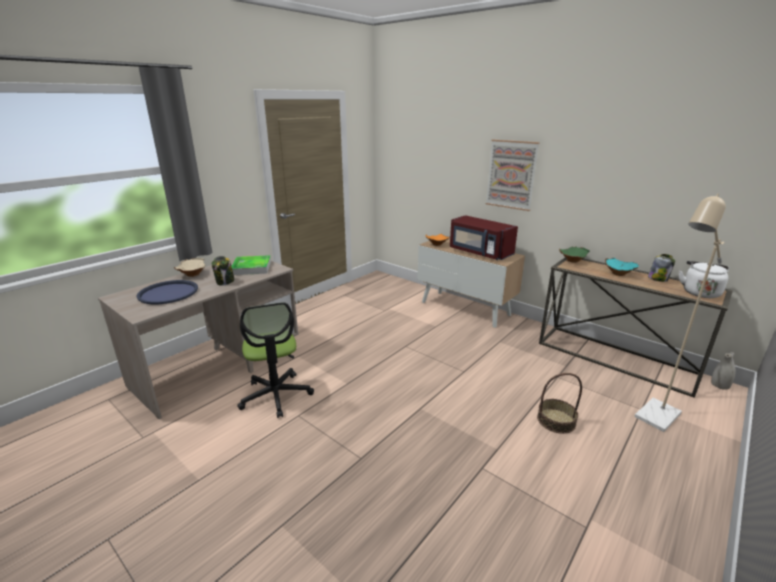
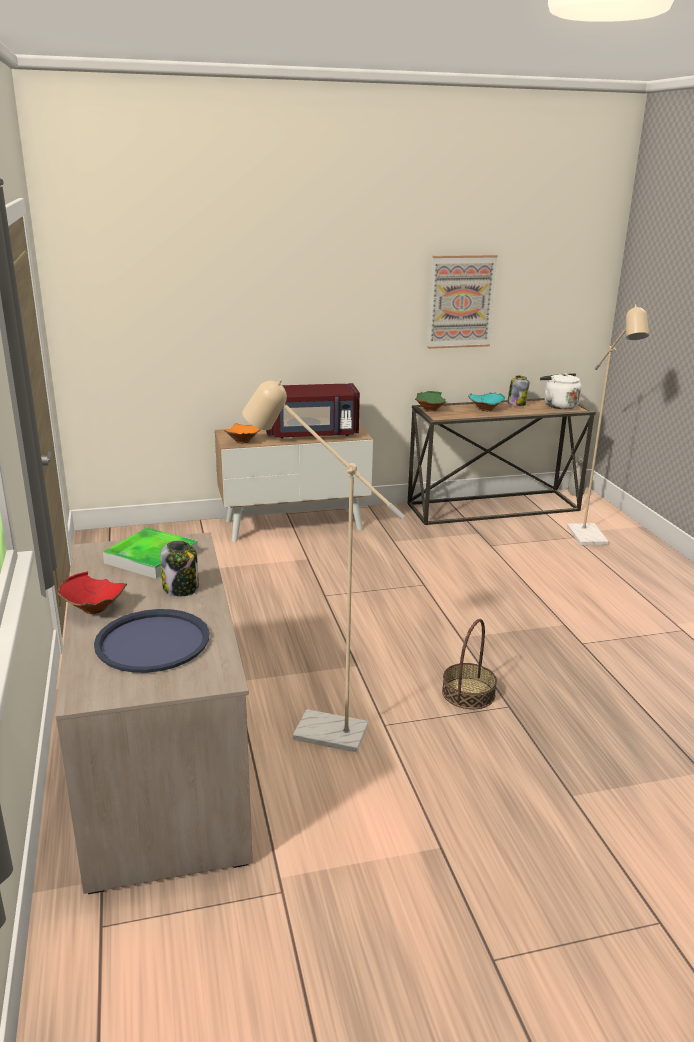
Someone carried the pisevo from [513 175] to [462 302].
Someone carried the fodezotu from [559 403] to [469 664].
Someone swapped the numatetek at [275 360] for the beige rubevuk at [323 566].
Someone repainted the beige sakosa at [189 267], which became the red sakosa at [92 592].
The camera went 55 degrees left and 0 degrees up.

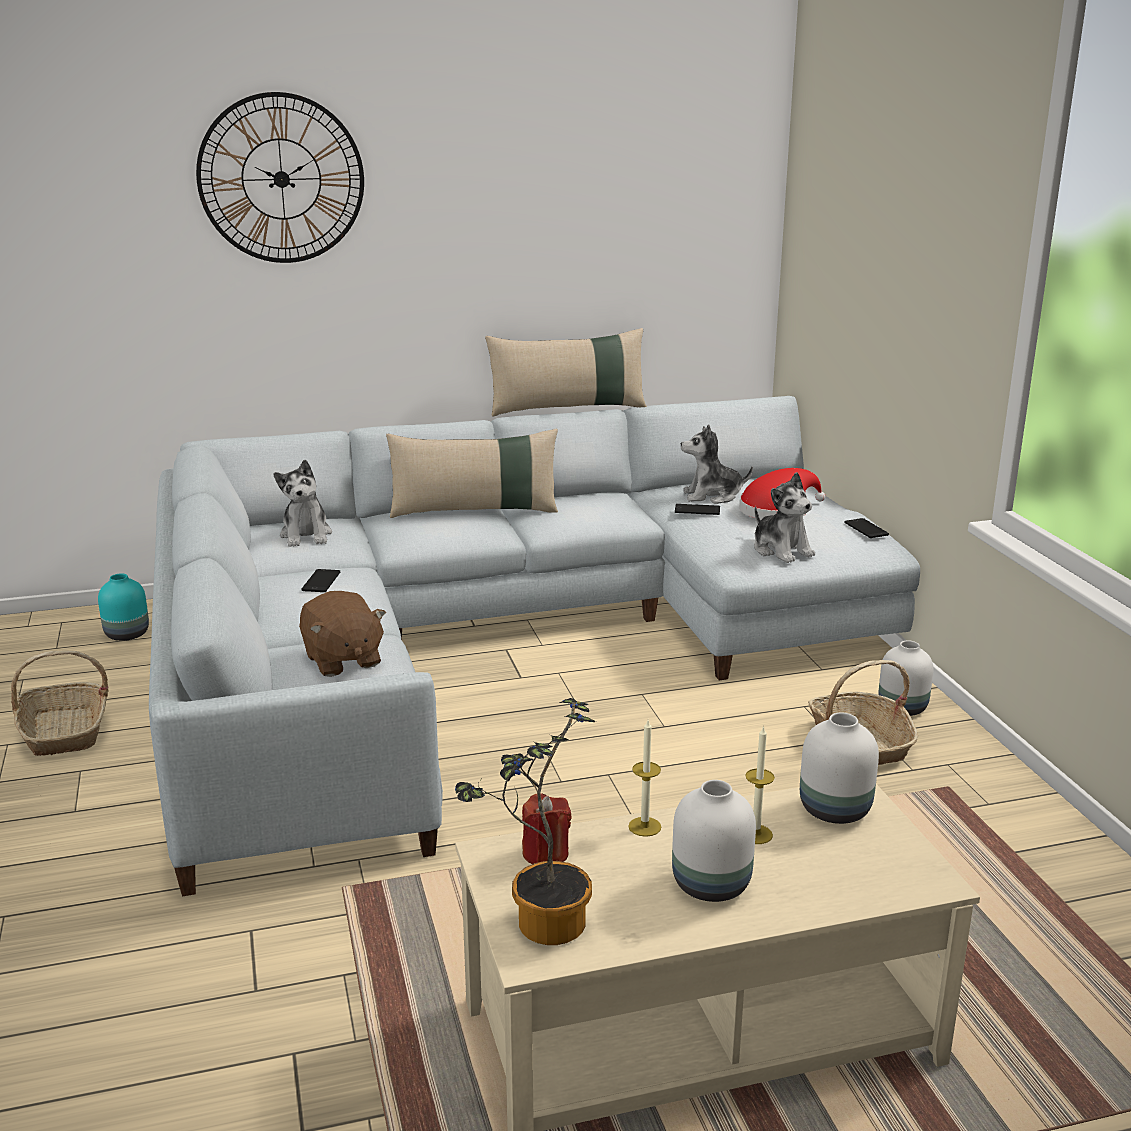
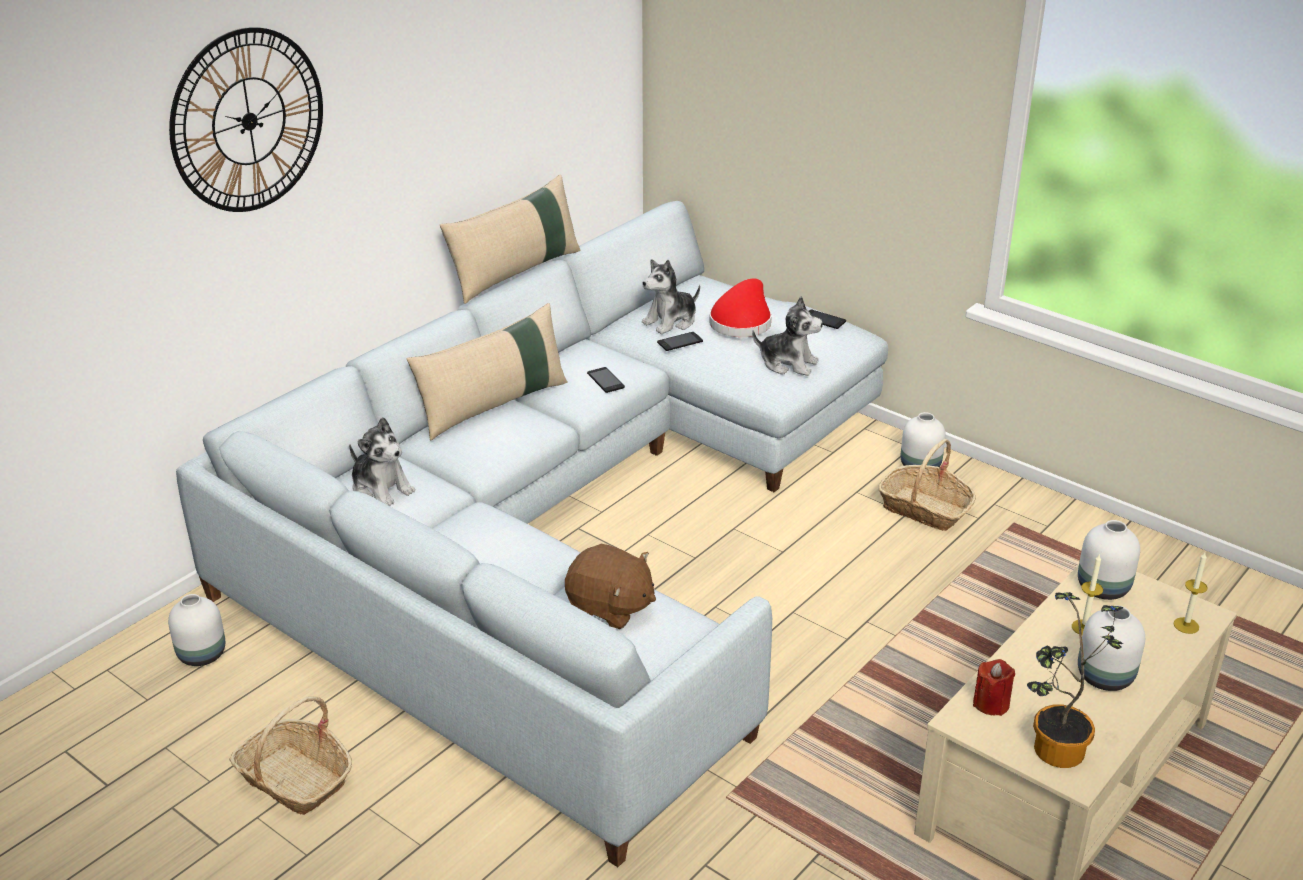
Someone carried the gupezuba from [321 580] to [606 380].
Someone carried the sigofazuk from [644 778] to [1191 593].
Someone repainted the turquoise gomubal at [123 607], which became the white gomubal at [196 630].
The camera went 35 degrees left and 10 degrees up.

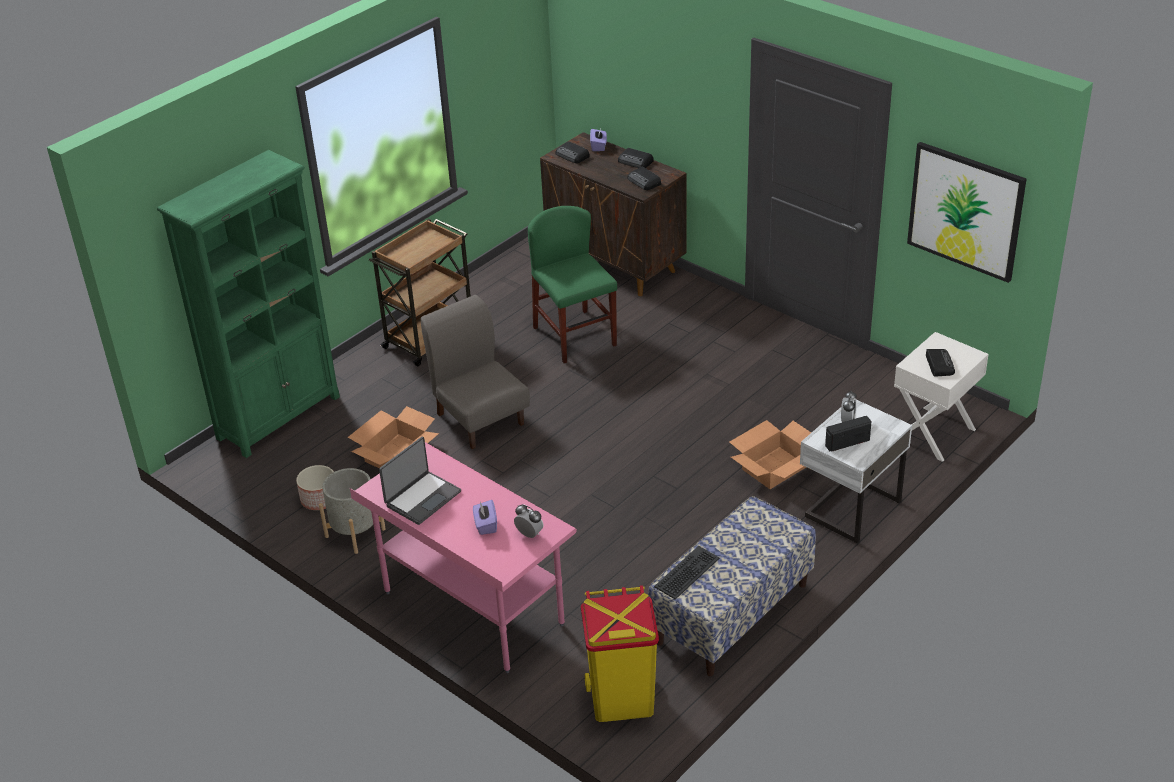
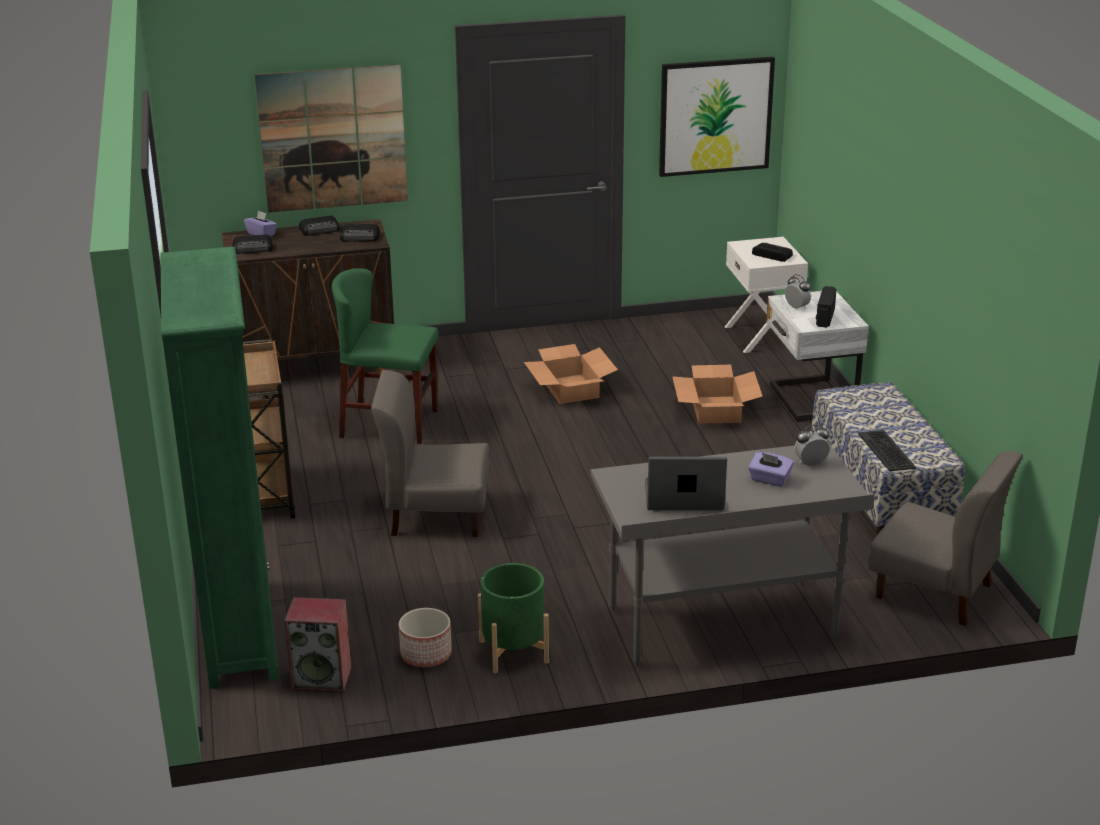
Someone put up the pisevo at [331 139].
Someone put down the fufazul at [317 645].
Someone carried the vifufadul from [393 437] to [571 374].
Someone swapped the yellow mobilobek at [620 653] for the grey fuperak at [945 538].
Someone repainted the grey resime at [352 511], which became the green resime at [513 618].
Someone repainted the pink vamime at [463 557], which became the grey vamime at [732 554].
Someone rotated the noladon at [420 481] by 75 degrees counterclockwise.
The camera went 55 degrees left and 10 degrees down.

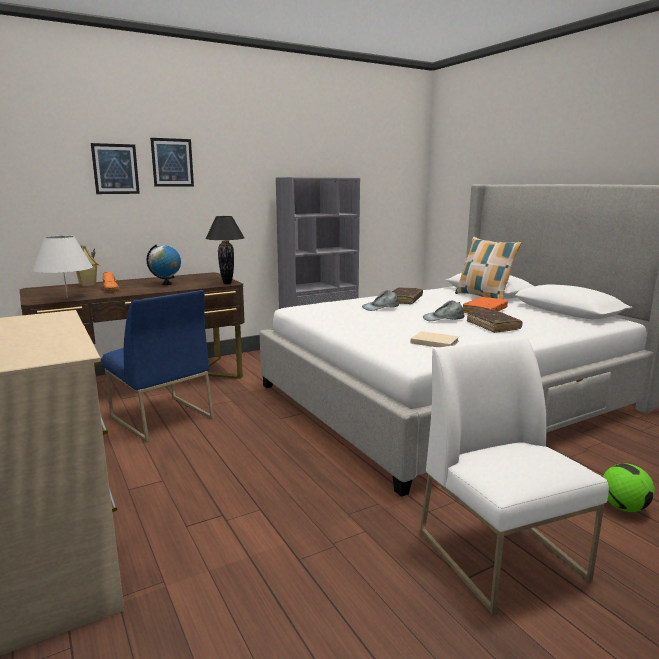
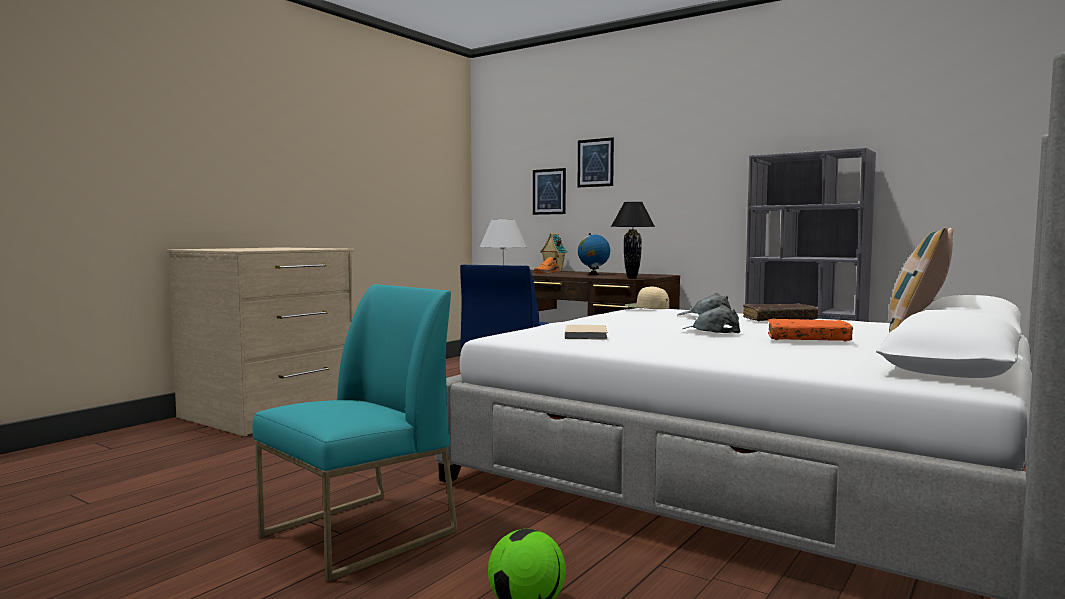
Someone took away the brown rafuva at [495 321].
Someone put down the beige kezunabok at [647 297].
Someone carried the pisevo from [172 162] to [549 191].
Someone repainted the white fuperak at [514 476], which became the turquoise fuperak at [355 433].
The camera went 65 degrees right and 10 degrees down.

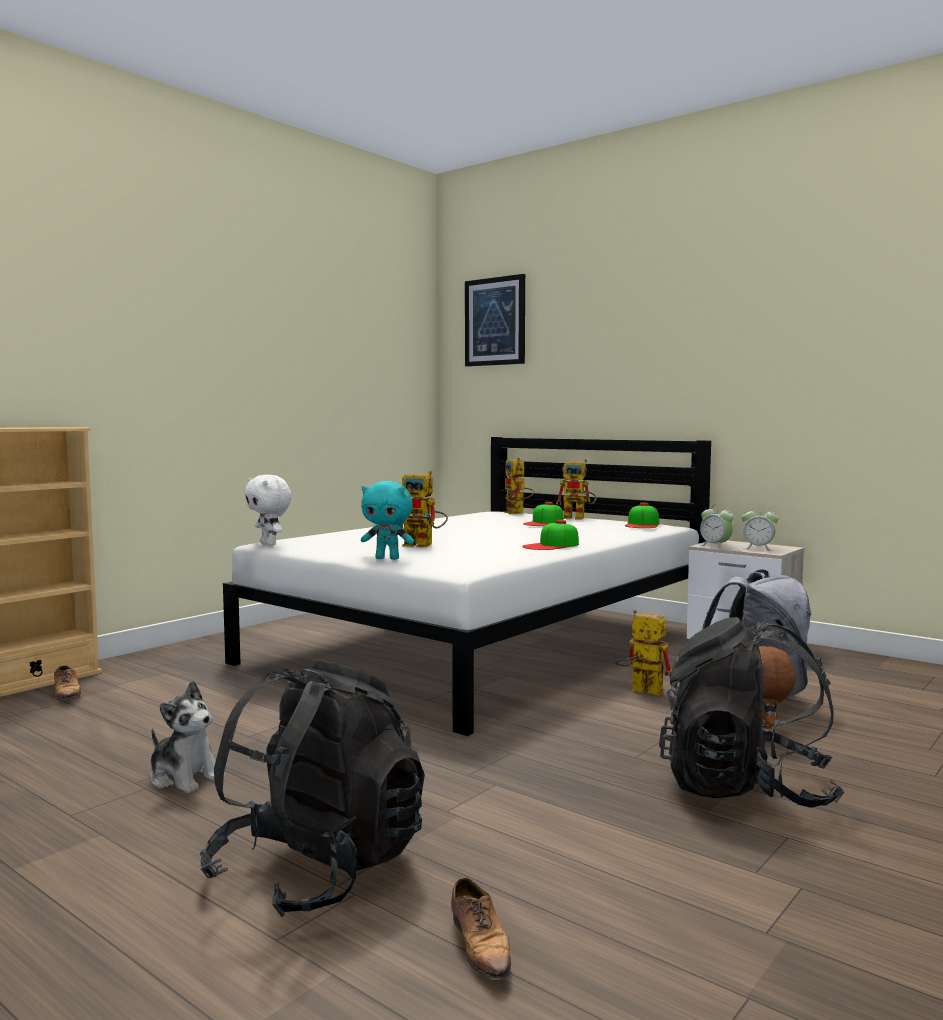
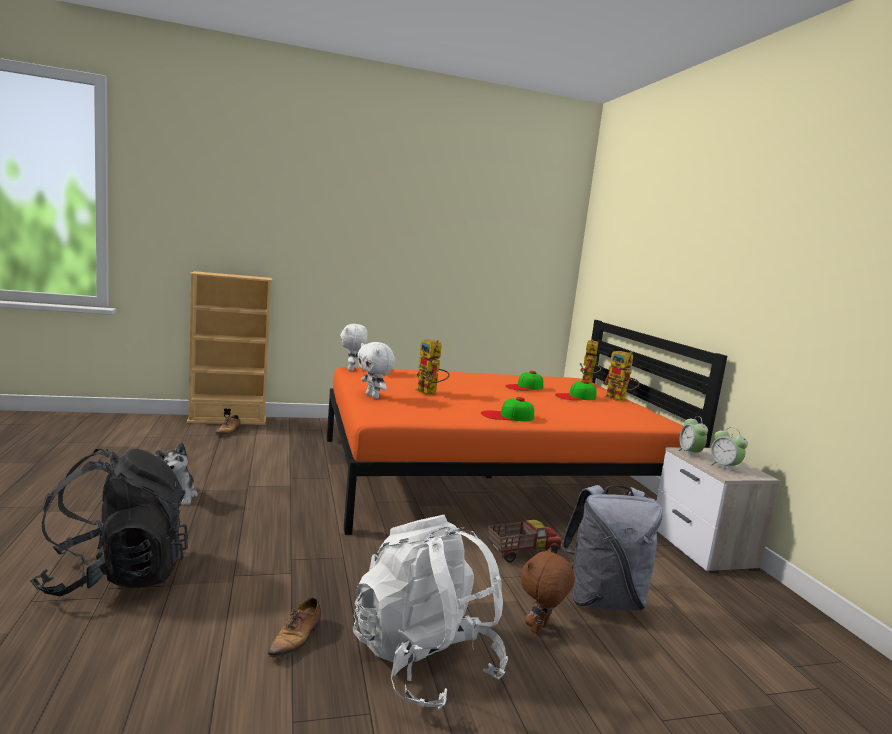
Someone took away the pisevo at [495 320].
Someone carried the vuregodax from [481 931] to [294 627].
Someone carried the kezunabok from [642 515] to [524 381].
Someone swapped the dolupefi at [643 653] for the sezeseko at [525 541].
Someone repainted the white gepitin at [467 586], which became the orange gepitin at [527 427].
Someone repainted the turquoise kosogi at [387 520], which became the white kosogi at [376 370].
Someone repainted the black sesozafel at [751 712], which became the white sesozafel at [430 612].
The camera went 35 degrees right and 5 degrees up.

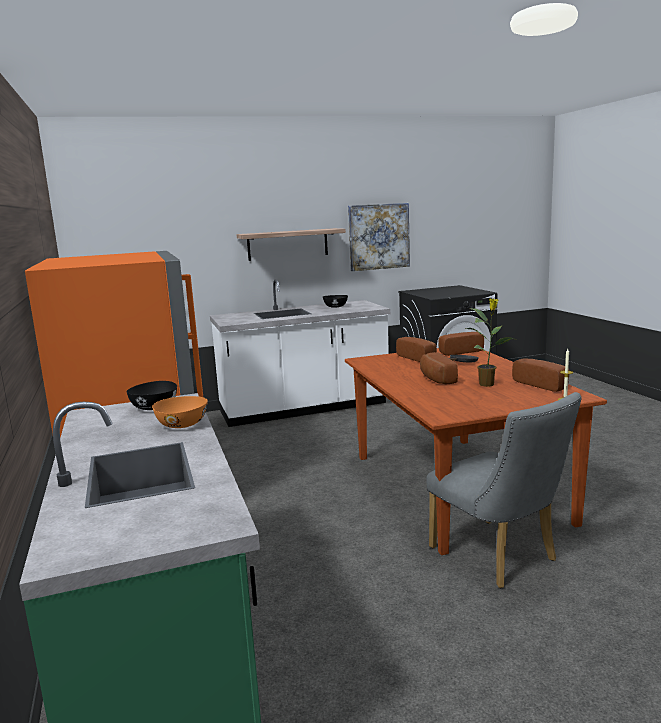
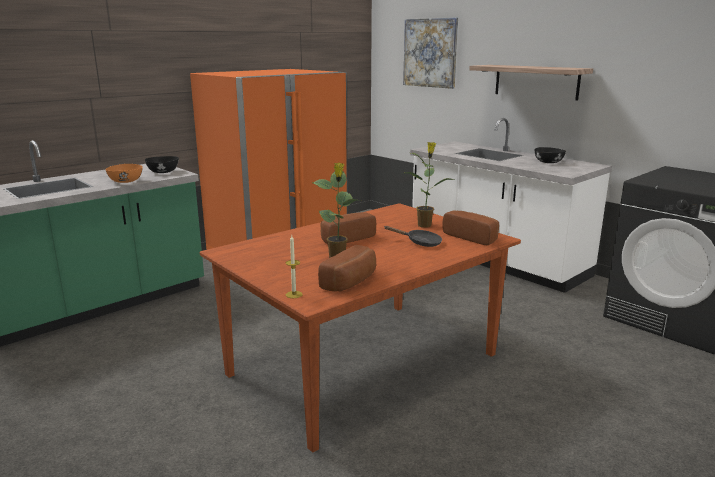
Someone took away the grey fuperak at [504 490].
Someone carried the pisevo from [379 237] to [430 53].
Someone swapped the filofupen at [416 349] for the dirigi at [428 185].
The camera went 65 degrees right and 5 degrees up.

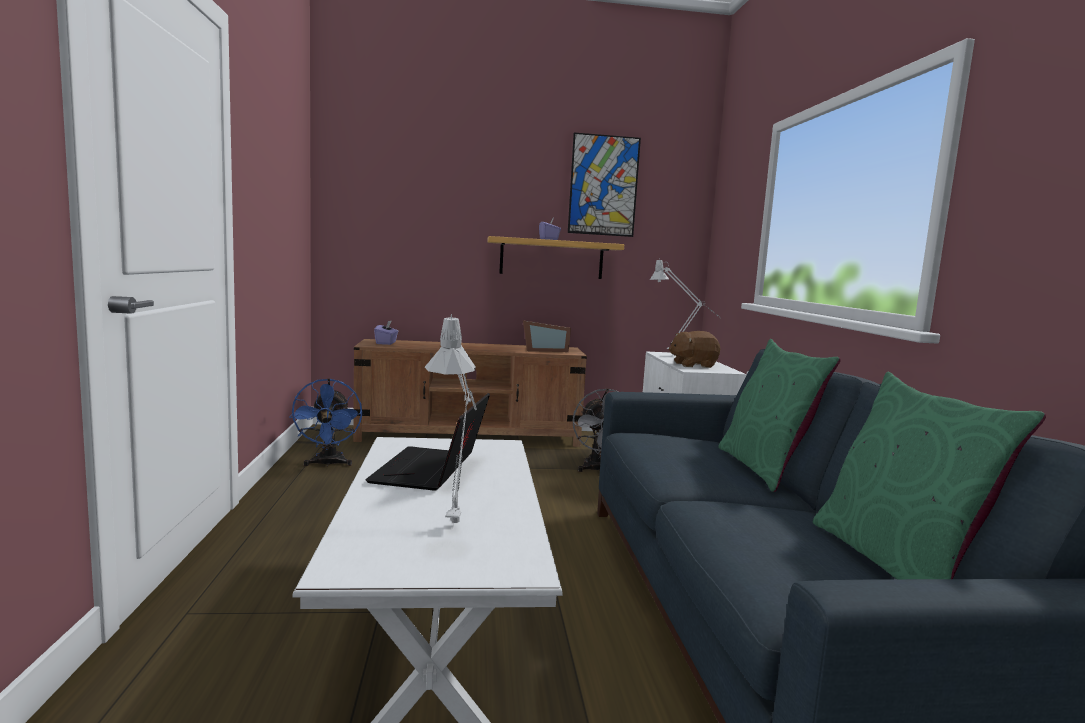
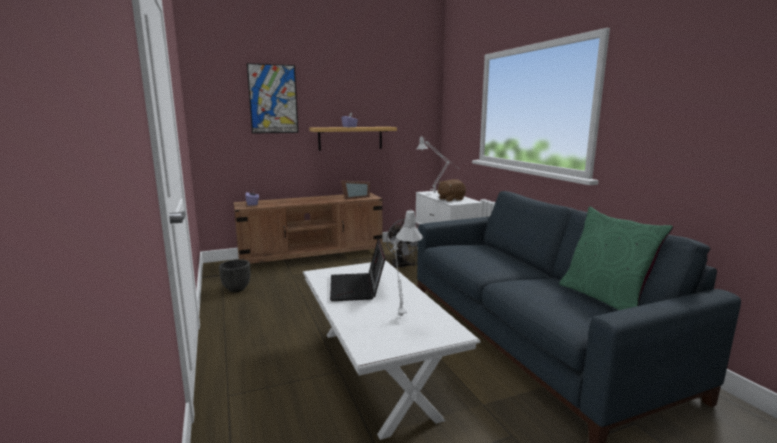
Someone took away the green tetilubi at [779 415].
Someone carried the pisevo from [604 184] to [272 98].
Someone swapped the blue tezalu at [325 422] for the black resime at [234 275].
The camera went 15 degrees left and 5 degrees up.

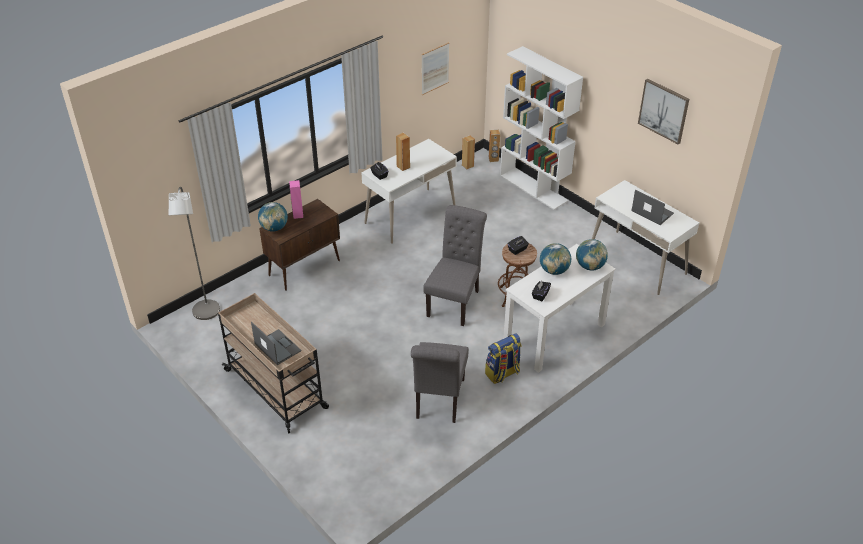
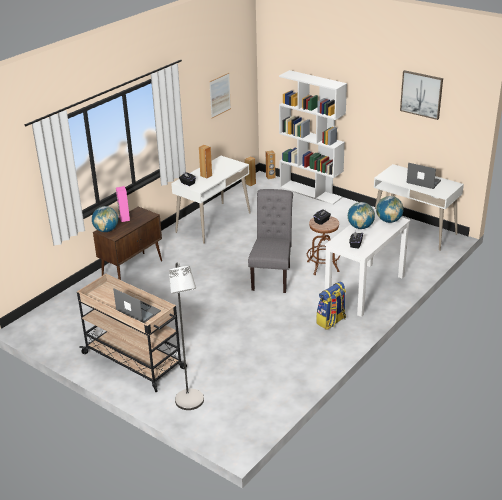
Someone took away the grey fuperak at [440 382].
Someone carried the grey rubevuk from [194 253] to [186 336].
The camera went 10 degrees left and 10 degrees down.

